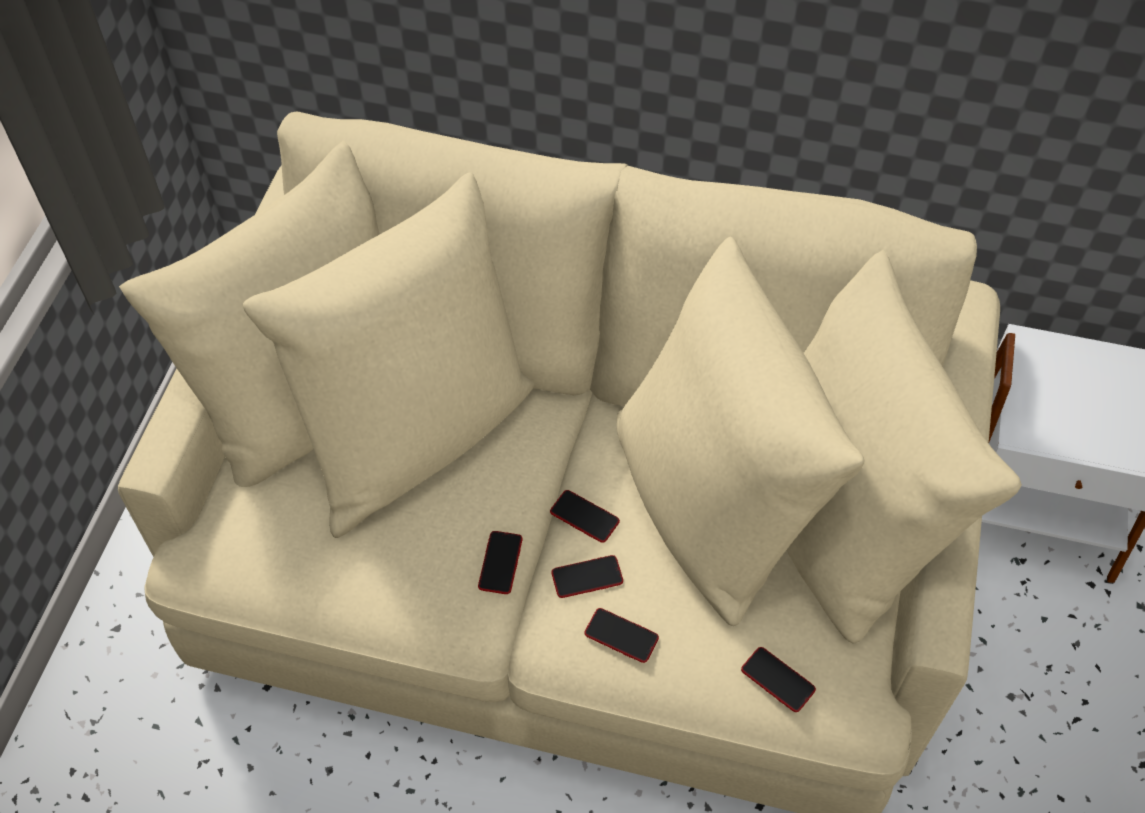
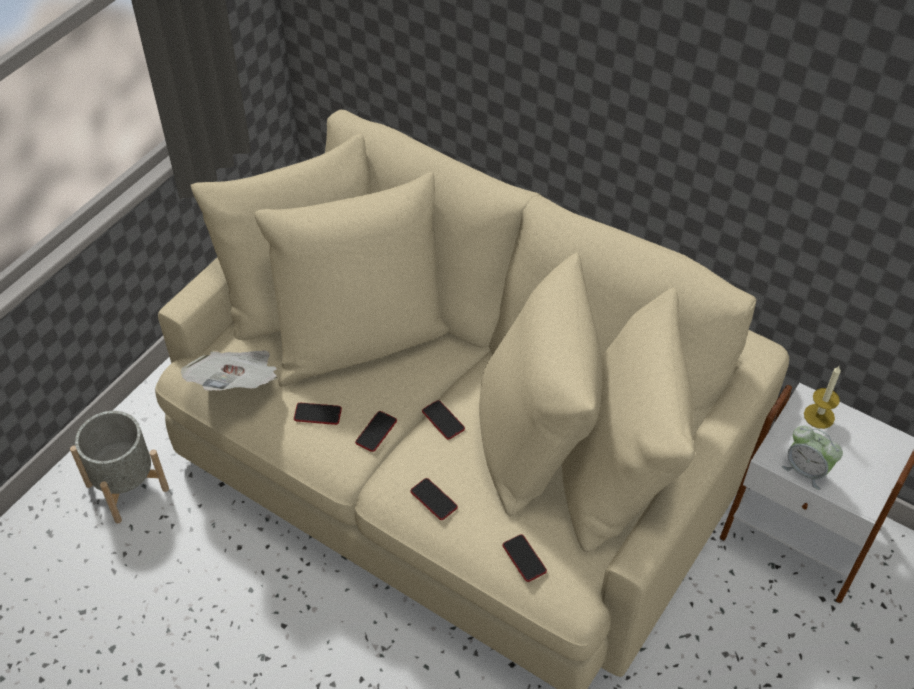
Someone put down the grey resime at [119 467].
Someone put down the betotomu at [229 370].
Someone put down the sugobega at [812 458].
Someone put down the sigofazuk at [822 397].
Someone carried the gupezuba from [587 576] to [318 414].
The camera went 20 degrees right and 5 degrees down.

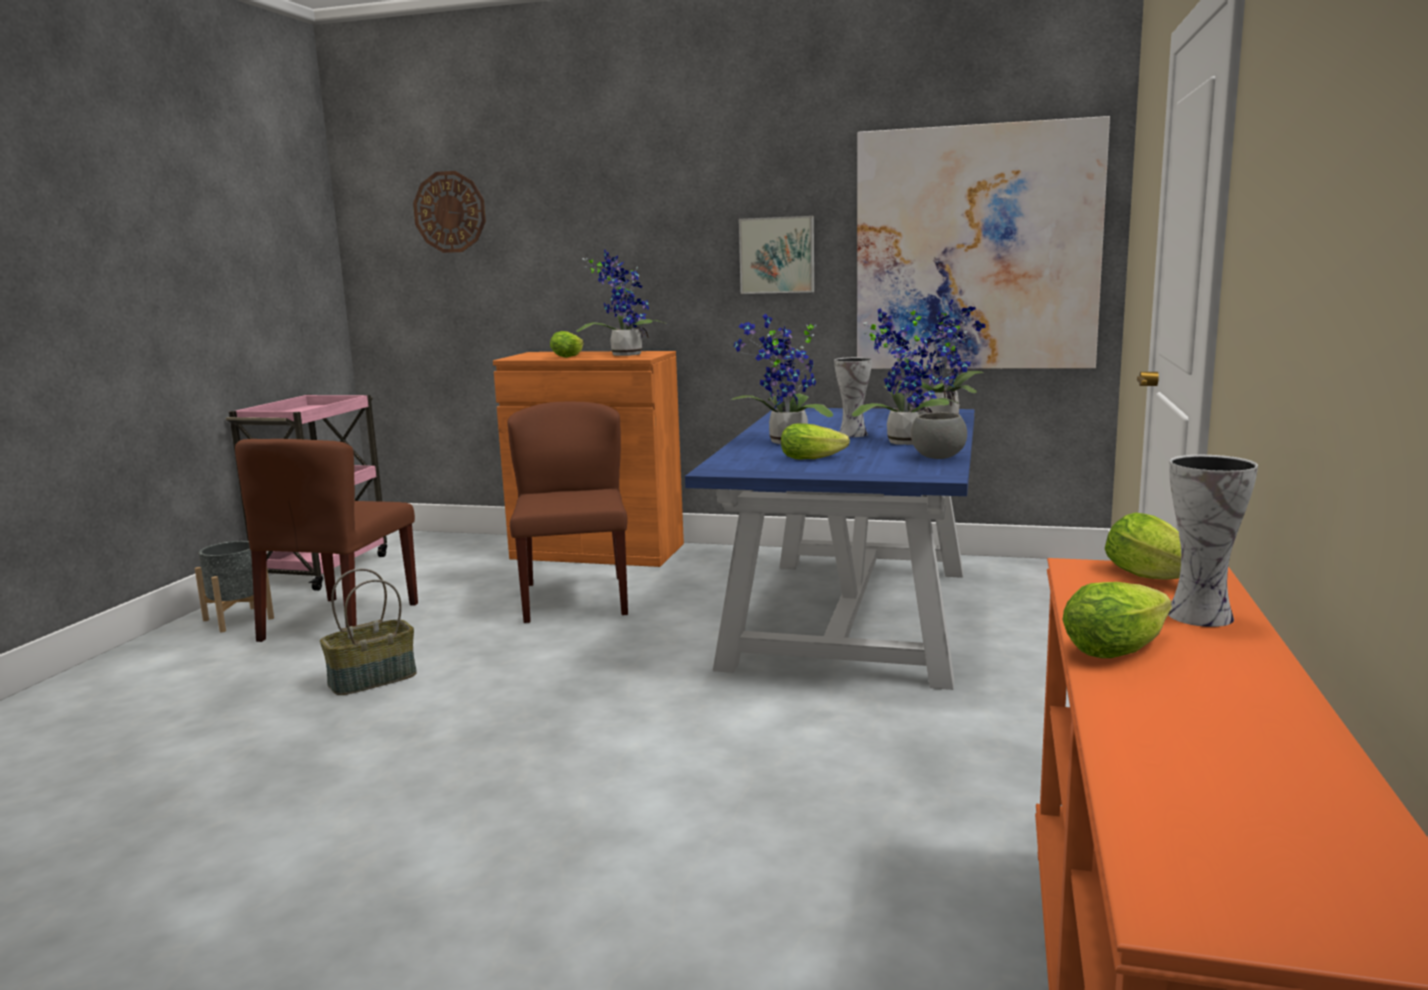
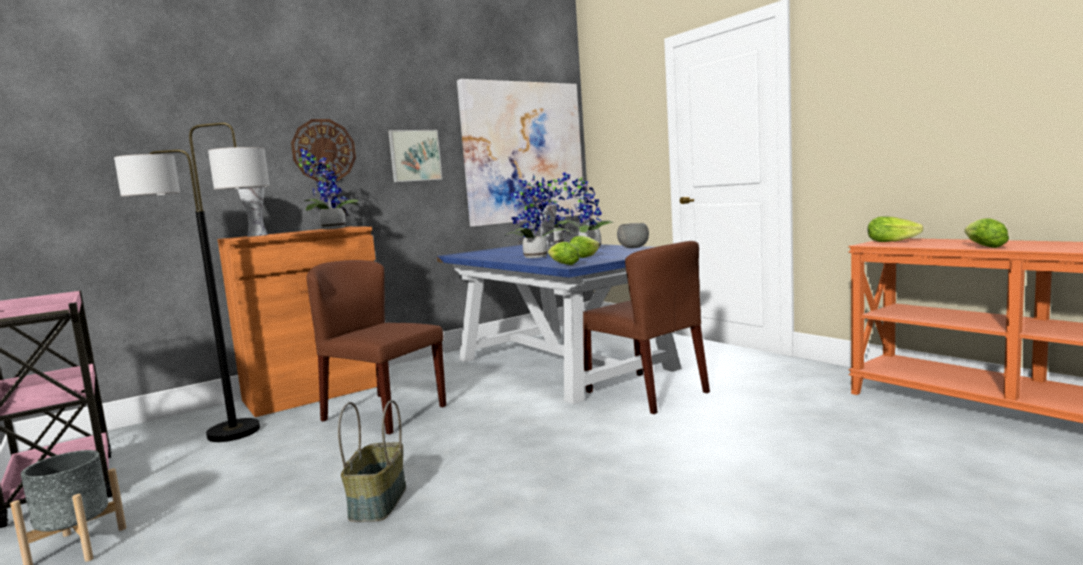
Someone put down the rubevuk at [192 282].
Someone carried the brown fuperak from [326 540] to [646 327].
Someone carried the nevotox from [449 212] to [323 150].
Someone carried the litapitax from [567 344] to [564 253].
Someone carried the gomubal from [1213 541] to [252 212].
The camera went 50 degrees left and 5 degrees down.

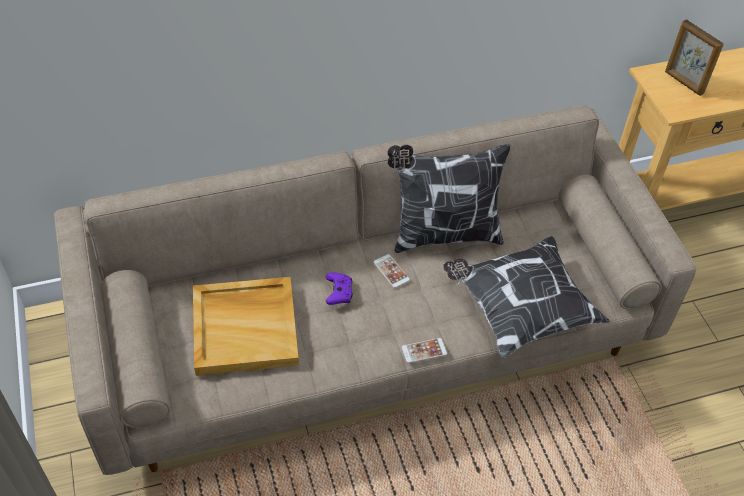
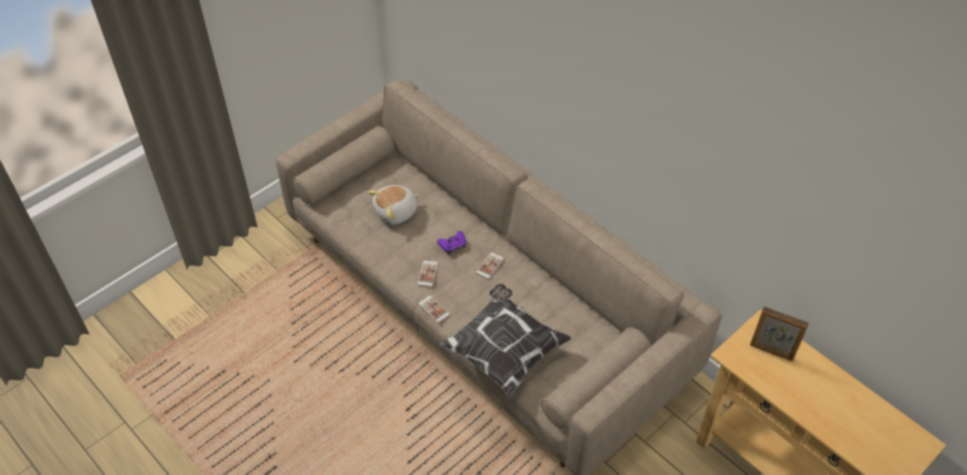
Someone took away the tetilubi at [449 198].
Someone put down the gupezuba at [427 274].
Someone swapped the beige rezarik at [246 326] for the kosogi at [393 205].
Someone rotated the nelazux at [694 57] by 90 degrees counterclockwise.
The camera went 65 degrees right and 0 degrees up.

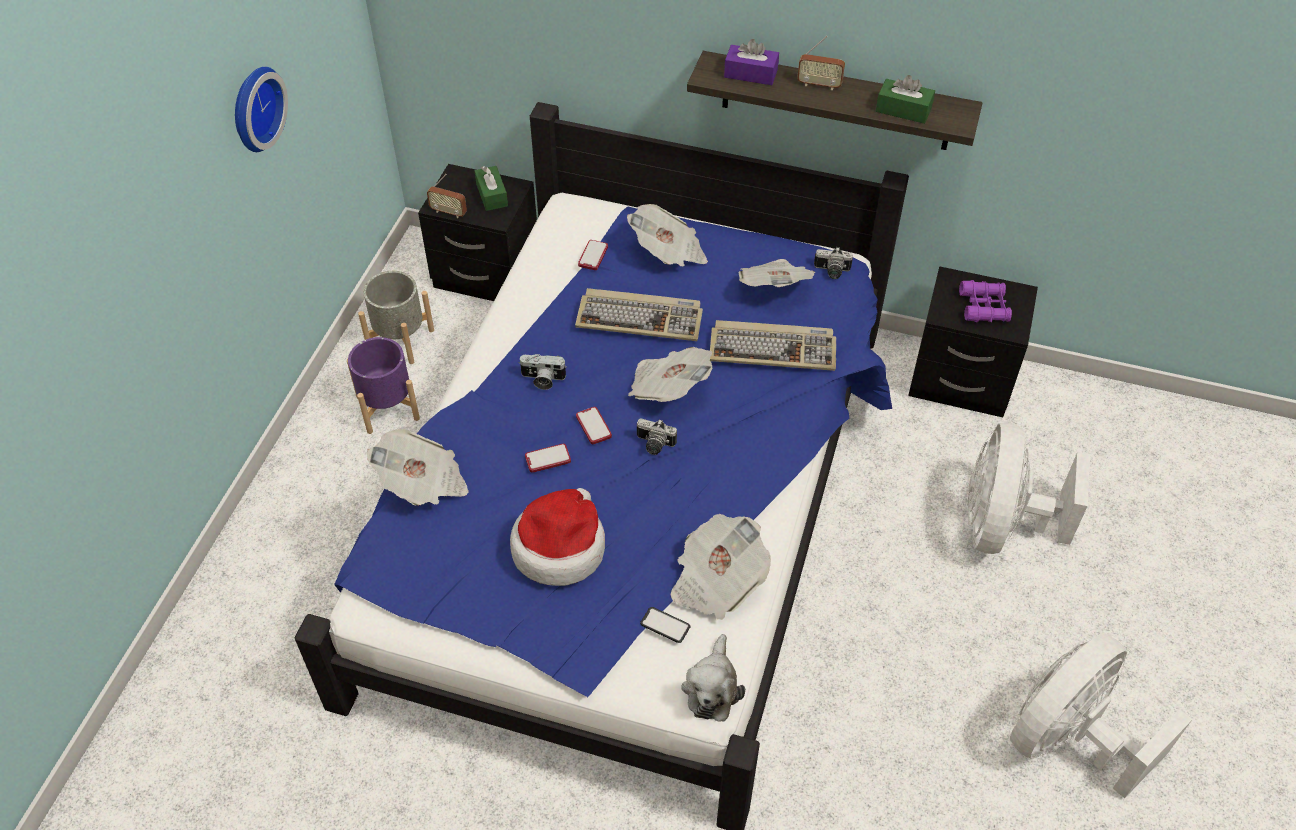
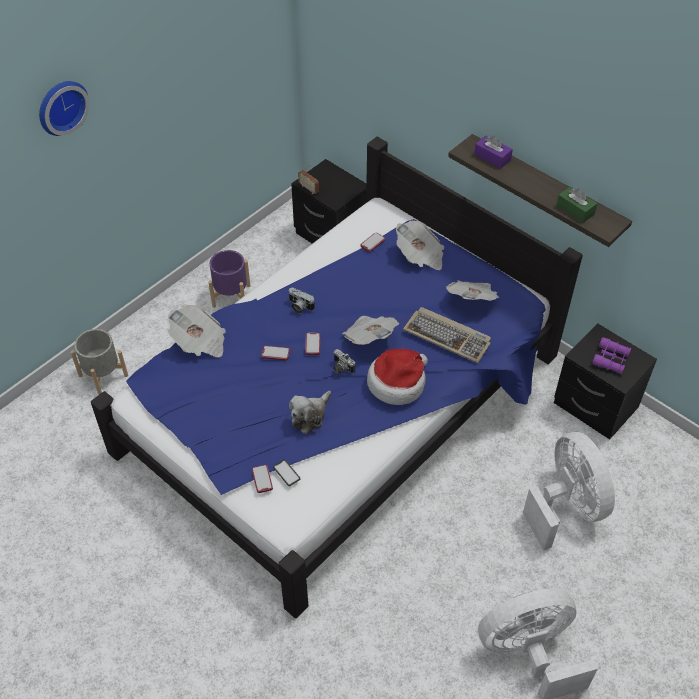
Someone took away the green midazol at [491 188].
Someone took away the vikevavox at [639 314].
Someone took away the betotomu at [720 567].
Someone took away the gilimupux at [821 63].
Someone took away the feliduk at [833 263].
Someone put down the gupezuba at [262 479].
Someone carried the nevotox from [261 109] to [64 108].
Someone carried the grey resime from [396 317] to [99 362].
Someone carried the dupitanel from [557 537] to [397 377].
Someone carried the kosogi from [713 678] to [310 412].
Someone rotated the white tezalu at [1029 488] by 120 degrees clockwise.
The camera went 25 degrees right and 0 degrees up.

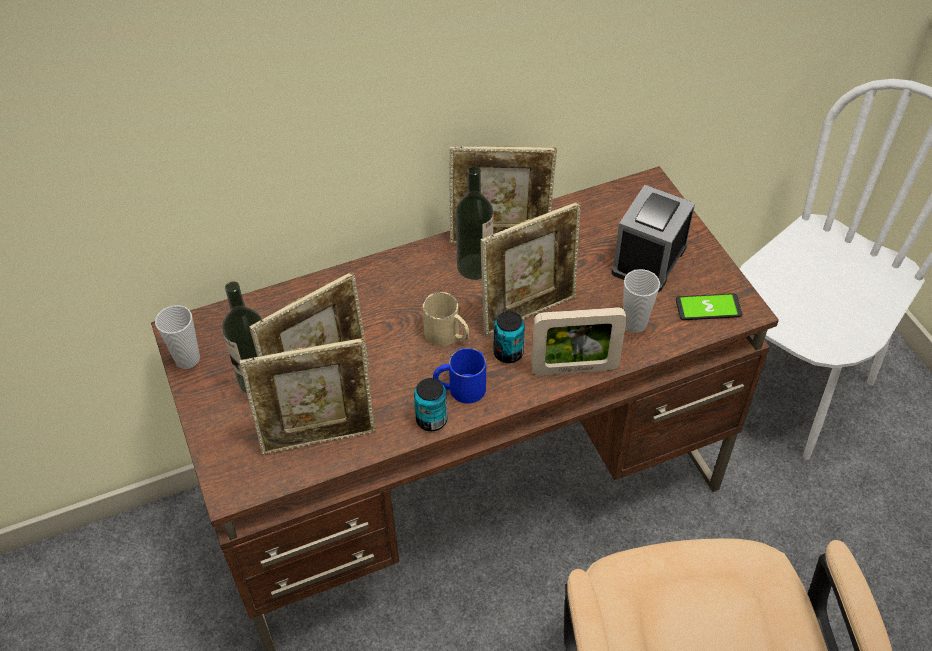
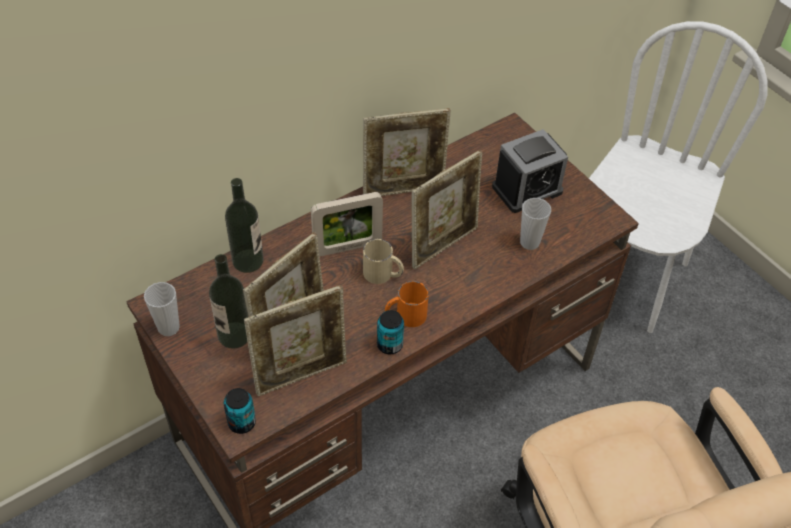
Someone took away the gupezuba at [709 306].
Someone carried the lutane from [474 223] to [244 225].
Someone carried the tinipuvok from [509 337] to [240 411].
Someone carried the nelazux from [579 341] to [347 224].
Someone repainted the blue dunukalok at [459 376], which became the orange dunukalok at [407 304].
Someone rotated the sugobega at [653 238] by 135 degrees counterclockwise.
The camera went 15 degrees left and 0 degrees up.

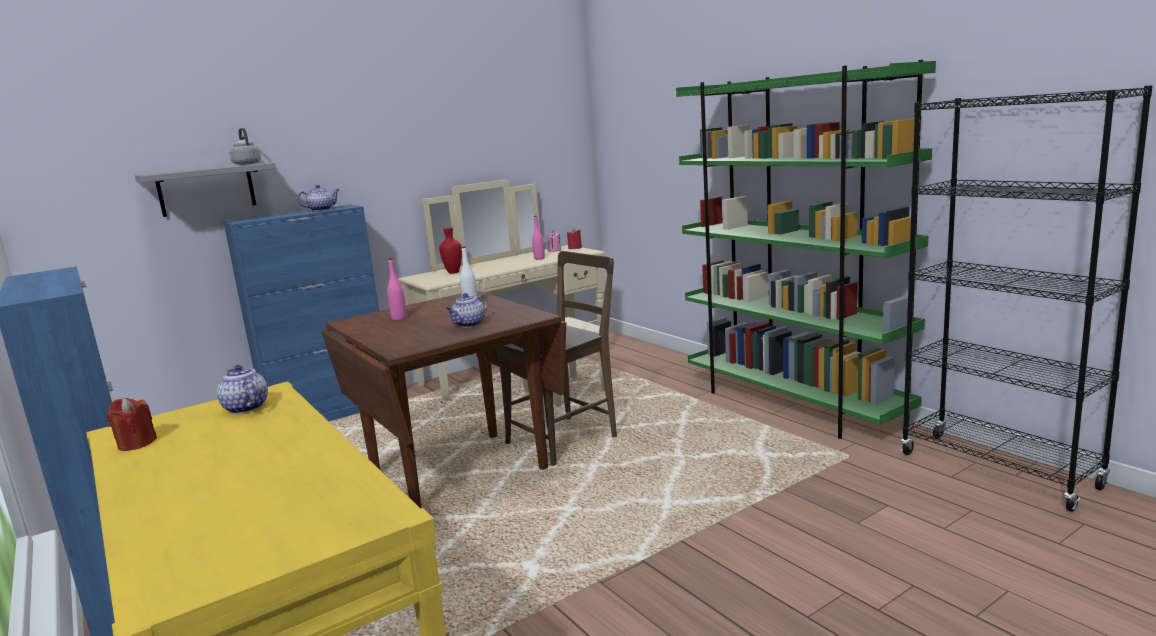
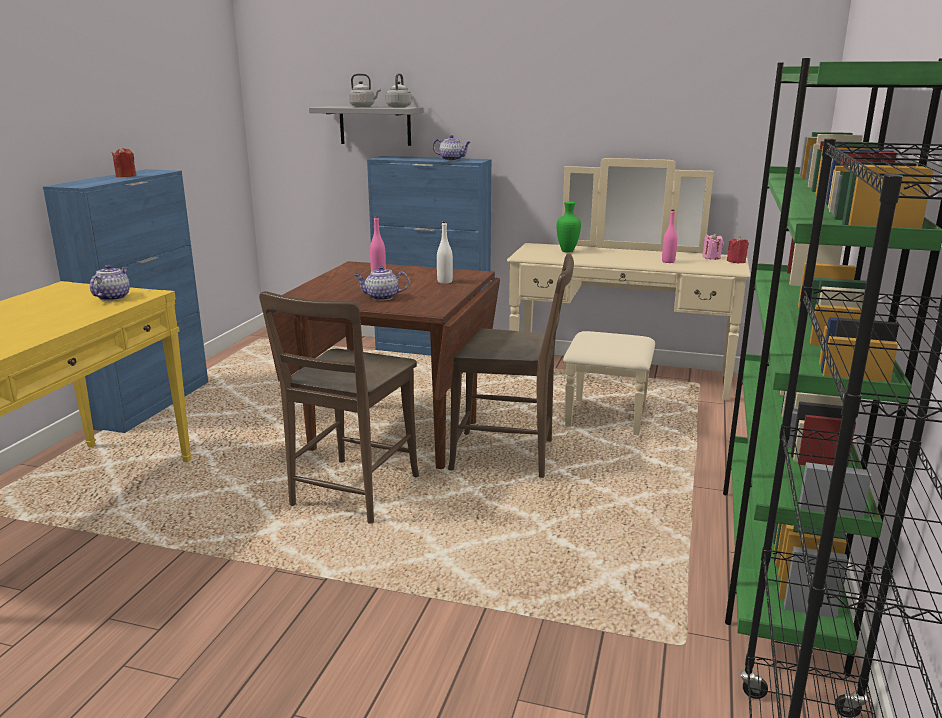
Someone put down the brown fuperak at [339 407].
Someone put down the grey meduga at [365 90].
Someone carried the red sigofazuk from [132 424] to [124 162].
Someone repainted the red gomubal at [450 250], which became the green gomubal at [569 227].
The camera went 50 degrees right and 5 degrees up.

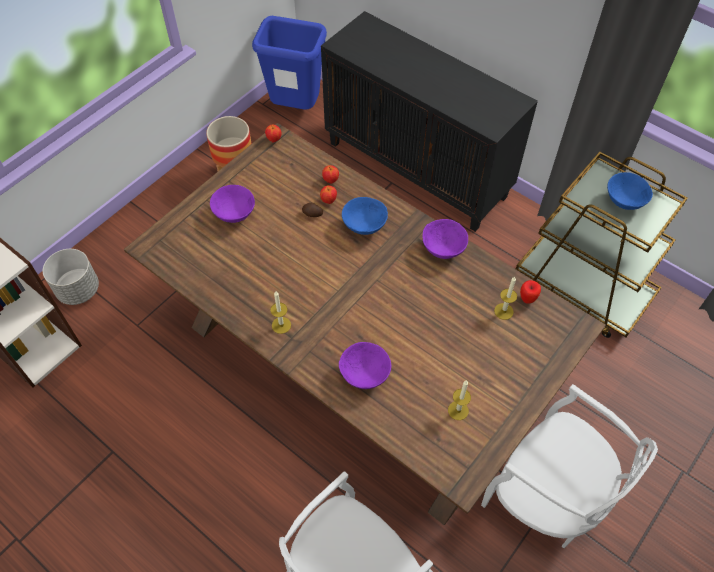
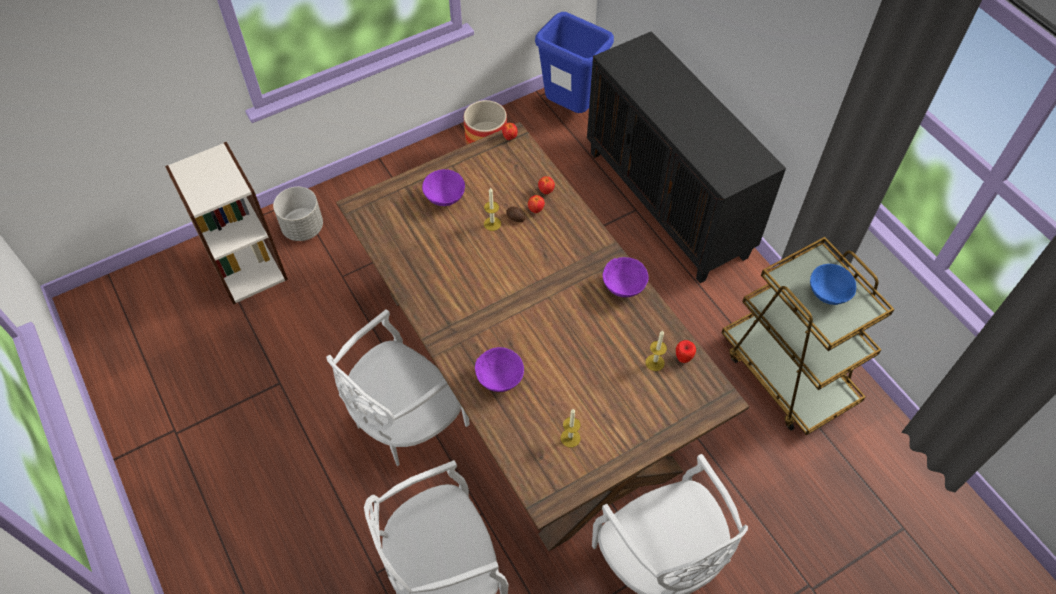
Someone took away the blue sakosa at [365 216].
Someone put down the white fuperak at [397 387].
Someone carried the sigofazuk from [280 313] to [492 209].
The camera went 20 degrees right and 0 degrees up.

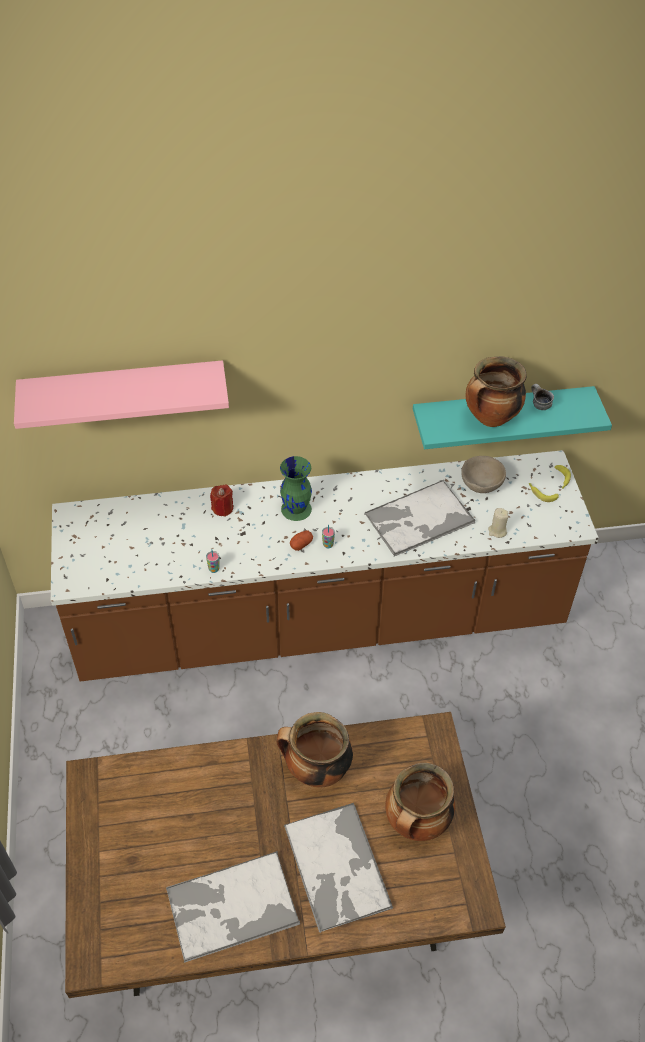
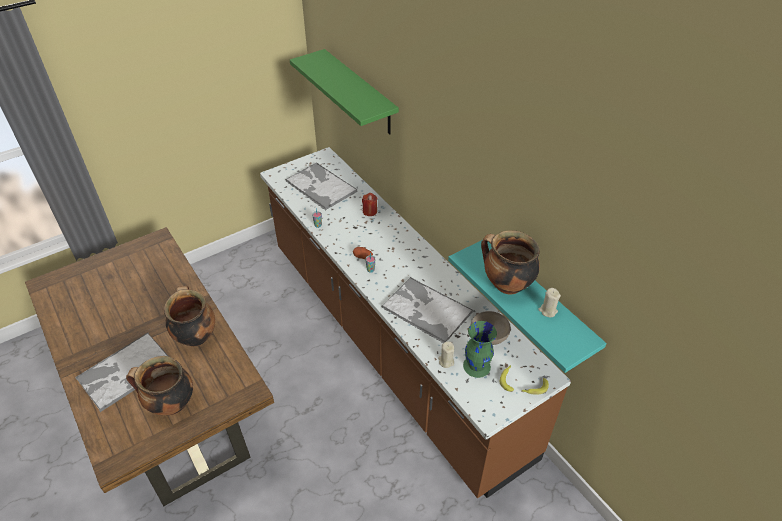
Someone carried the rezarik from [233 907] to [321 186].
Someone carried the green gomubal from [296 488] to [480 349].
Someone swapped the dunukalok at [542 397] for the beige sigofazuk at [549 302].
Someone repainted the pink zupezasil at [121 394], which became the green zupezasil at [344 92].
The camera went 65 degrees right and 5 degrees down.

